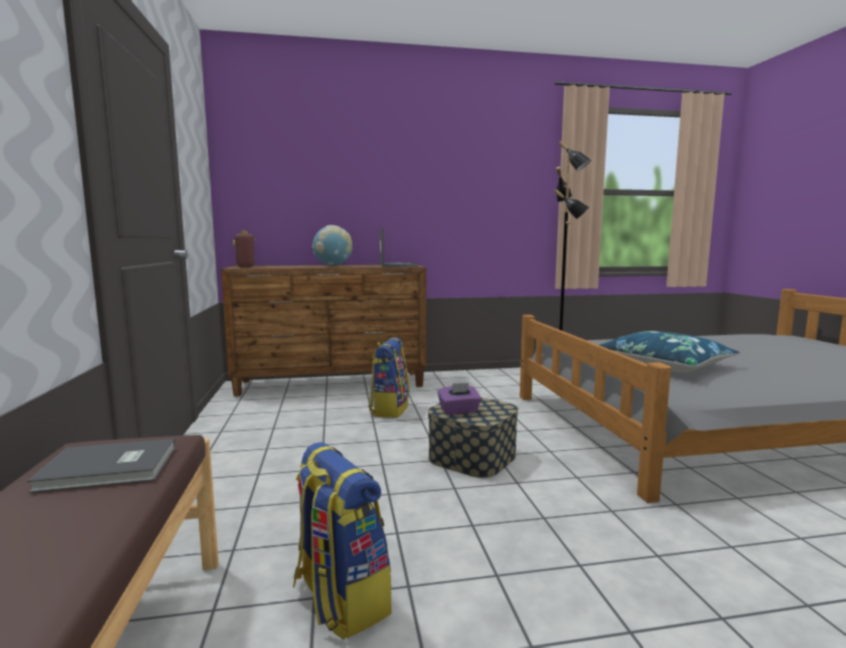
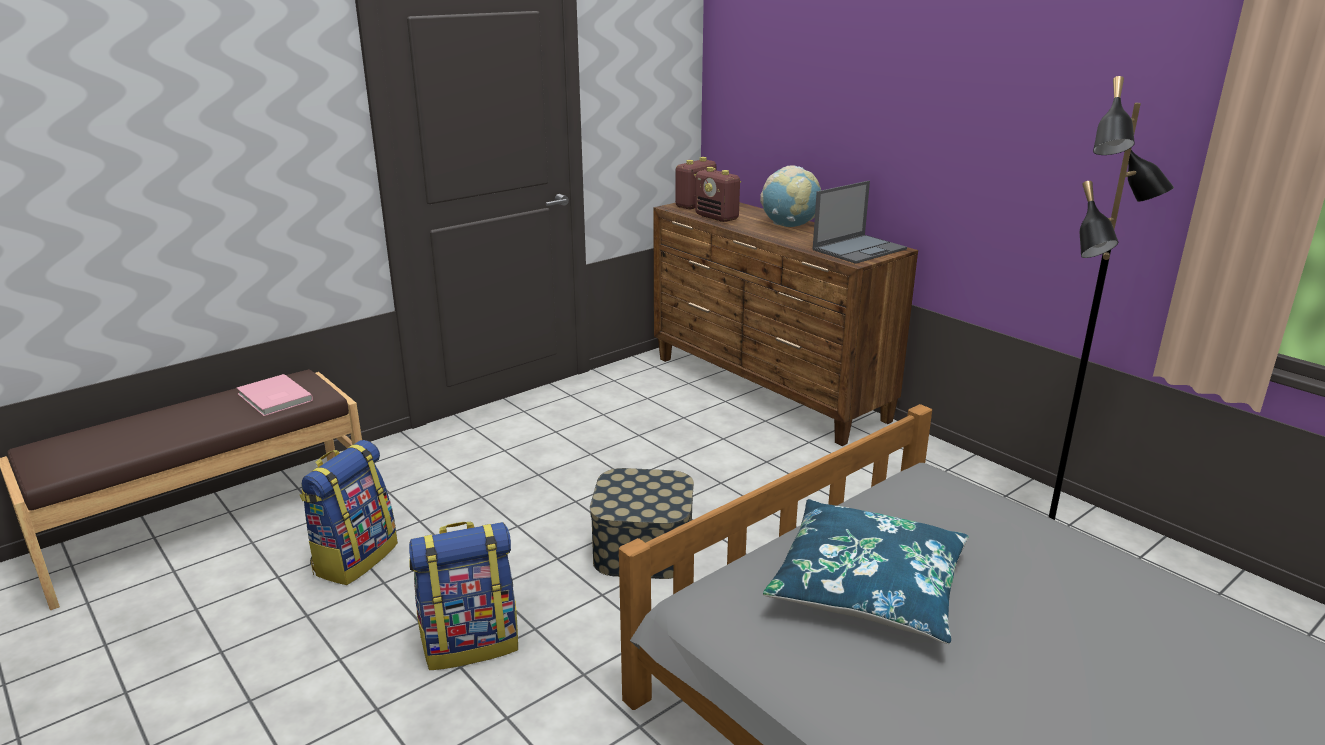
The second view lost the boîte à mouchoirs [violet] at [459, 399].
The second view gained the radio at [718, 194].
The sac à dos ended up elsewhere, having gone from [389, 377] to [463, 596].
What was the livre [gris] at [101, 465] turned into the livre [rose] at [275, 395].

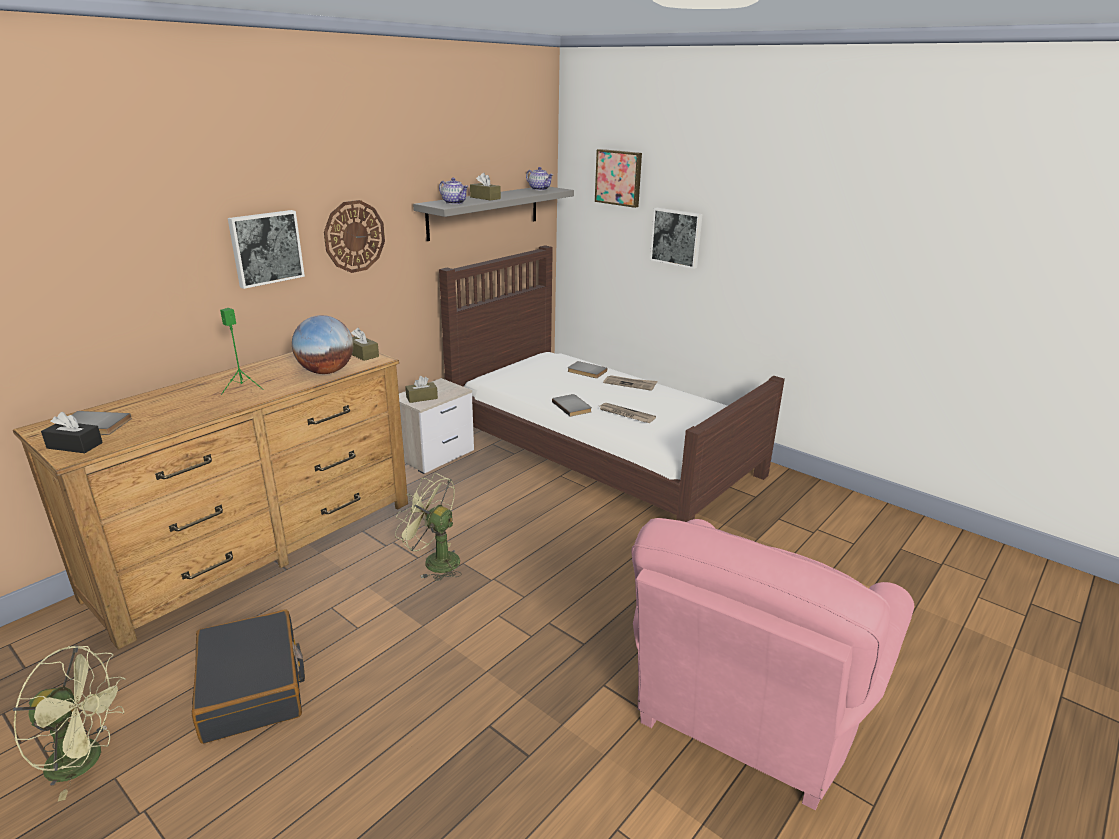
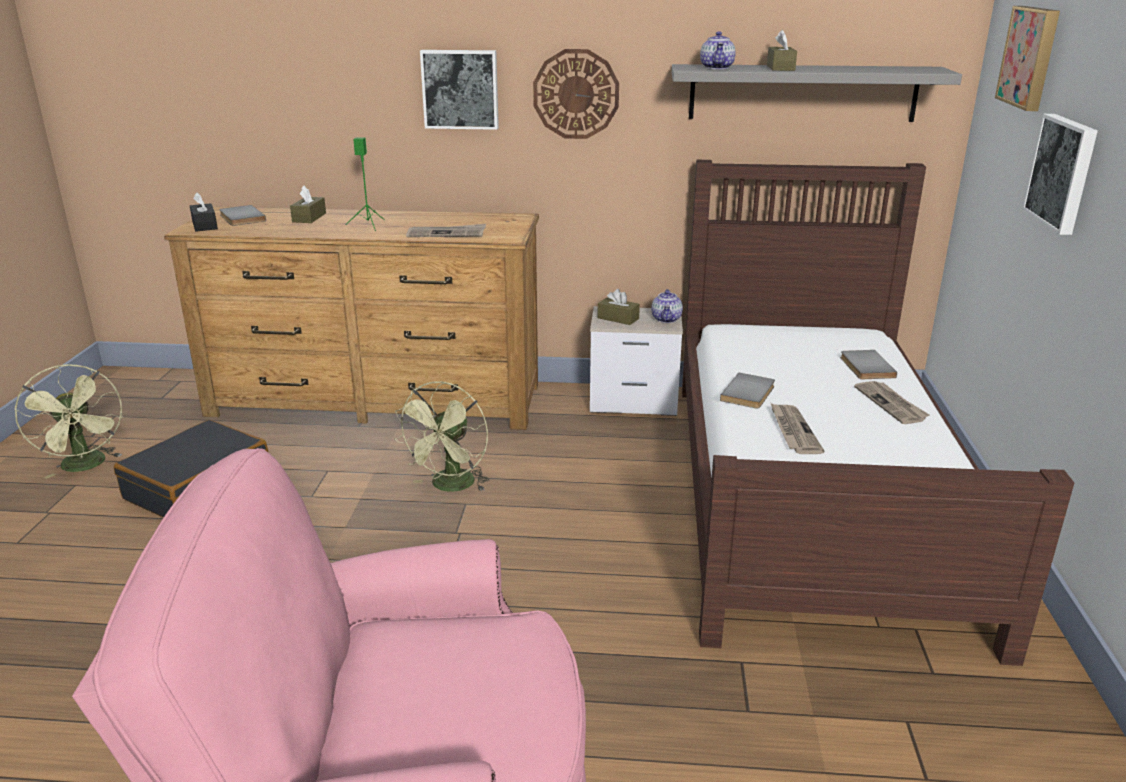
The boîte à mouchoirs [marron] ended up elsewhere, having gone from [365, 344] to [308, 204].
The théière ended up elsewhere, having gone from [540, 178] to [667, 306].
Where the globe stood at [322, 344], the journal came to stand at [446, 230].
The ventilateur [vert] at [428, 527] ended up facing another way, 150 degrees counterclockwise from before.

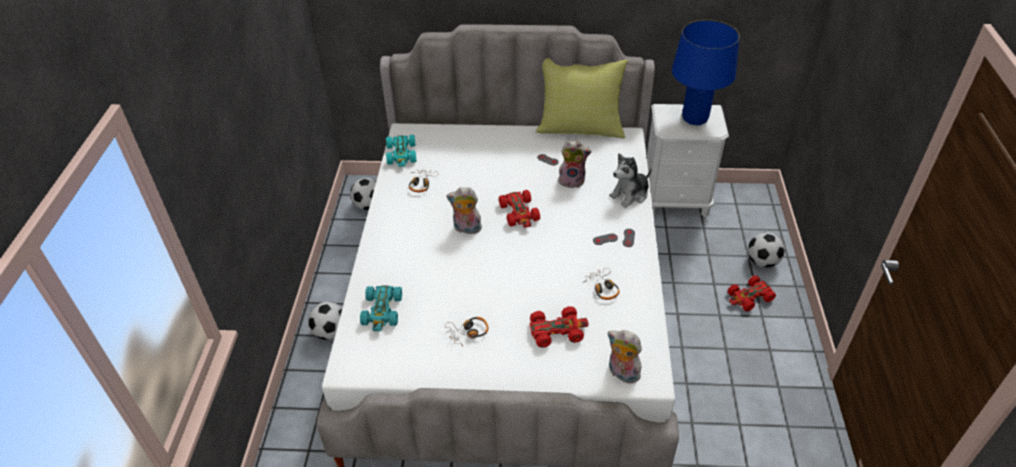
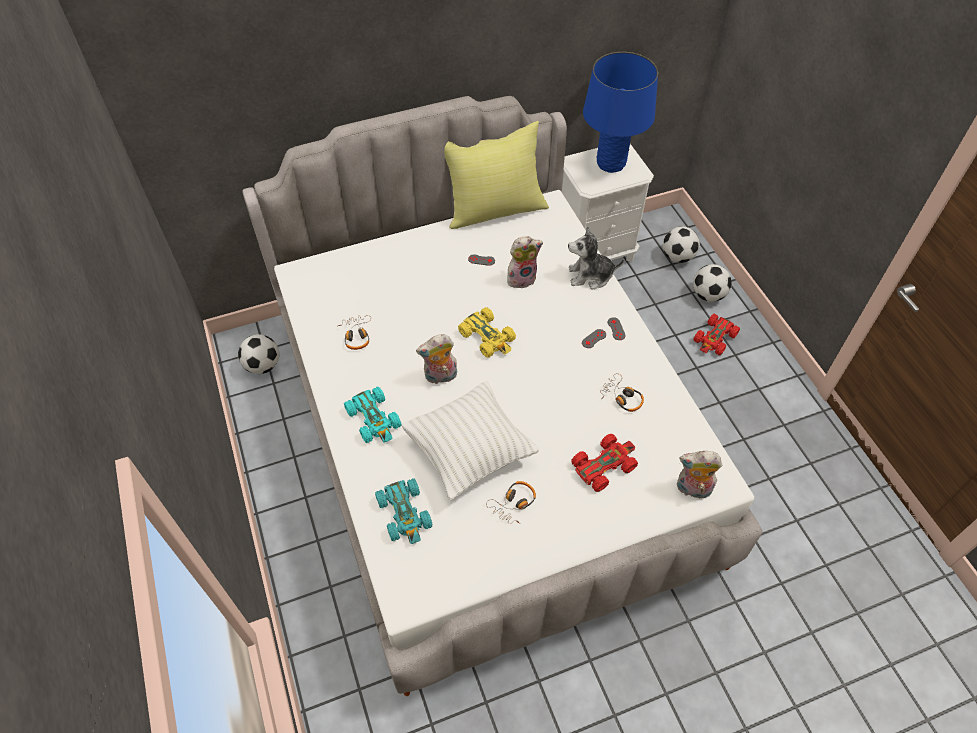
The second view gained the coussin [blanc] at [470, 441].
The ballon de foot ended up elsewhere, having gone from [325, 321] to [681, 245].
The petite voiture [turquoise] ended up elsewhere, having gone from [401, 150] to [372, 415].
What was the petite voiture [rouge] at [519, 209] turned into the petite voiture [jaune] at [487, 332].
The peluche at [630, 180] ended up facing another way, 60 degrees clockwise from before.

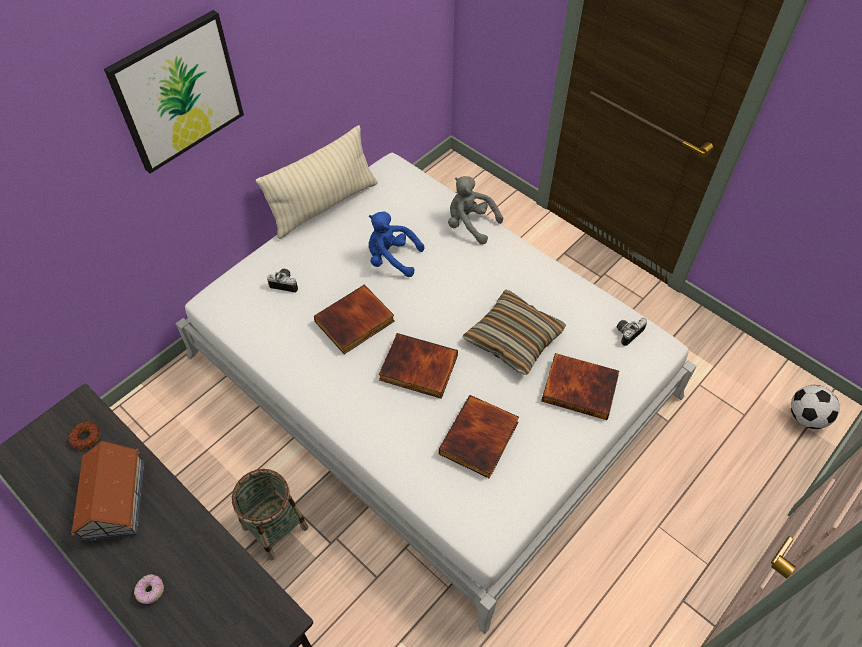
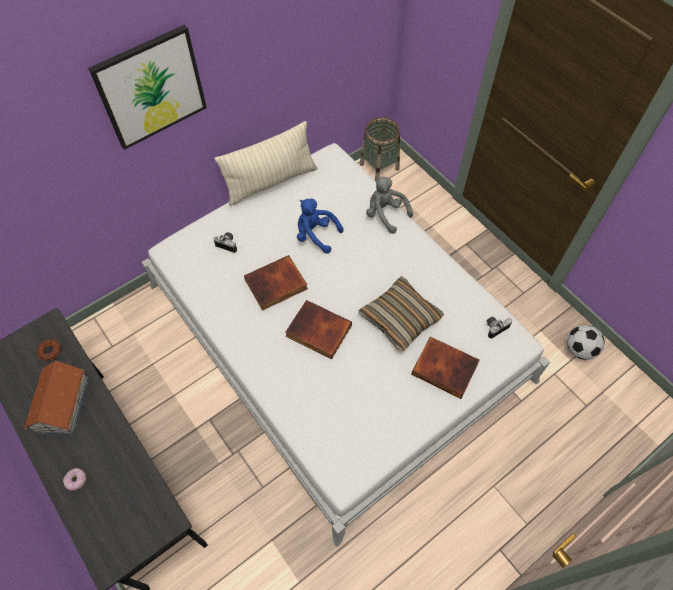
The second view lost the livre at [479, 437].
The panier ended up elsewhere, having gone from [269, 514] to [380, 149].
The ballon de foot ended up elsewhere, having gone from [815, 407] to [586, 342].

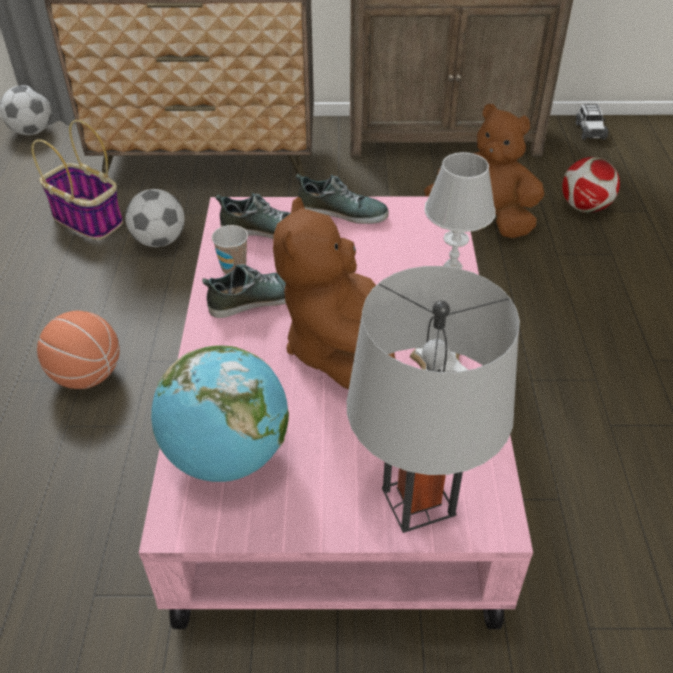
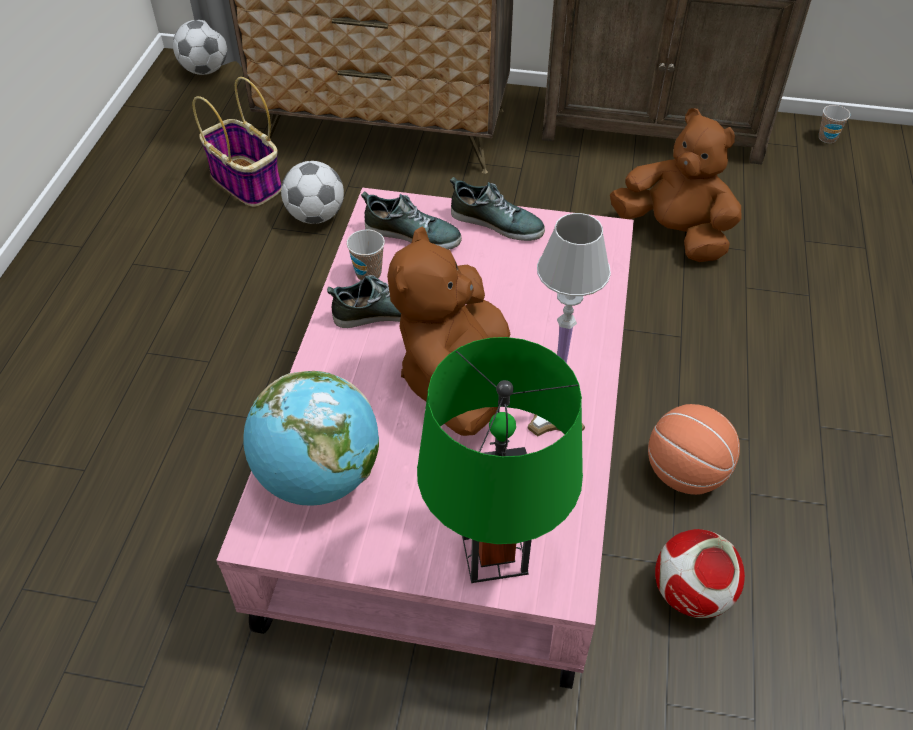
The ballon de basket ended up elsewhere, having gone from [78, 350] to [694, 449].
The ballon de foot ended up elsewhere, having gone from [591, 185] to [700, 573].
Where the petite voiture stood at [592, 122], the tasse came to stand at [834, 124].
What was the lampe de table [gris] at [433, 399] turned into the lampe de table [vert] at [500, 460].

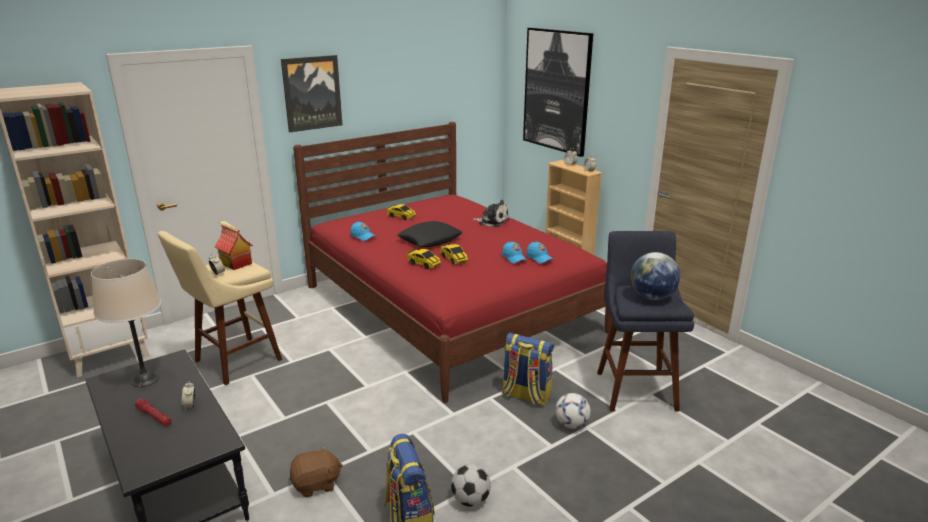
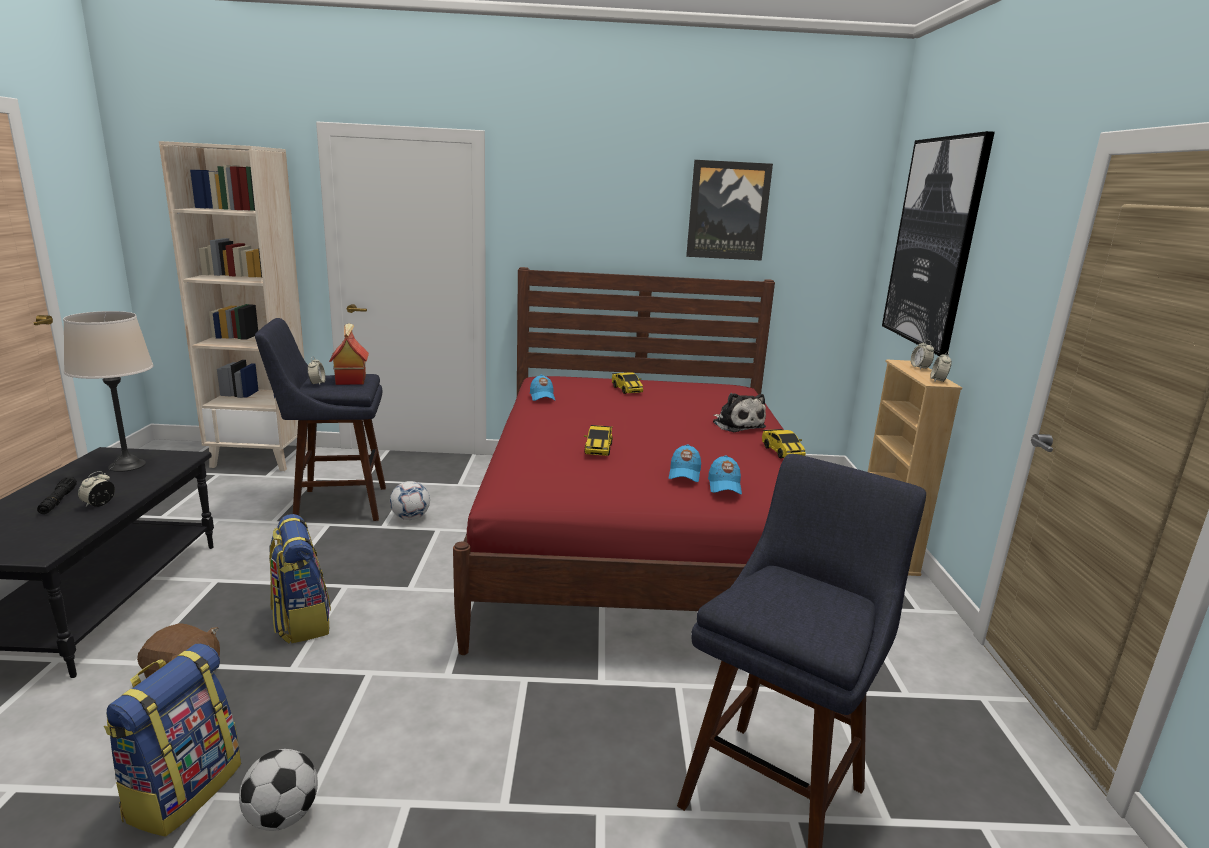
The second view lost the coussin [noir] at [430, 234].
The second view lost the globe at [655, 276].
The tableau ended up elsewhere, having gone from [311, 93] to [729, 210].
The petite voiture ended up elsewhere, having gone from [424, 259] to [784, 443].
The sac à dos ended up elsewhere, having gone from [528, 369] to [300, 578].
The ballon de foot ended up elsewhere, having gone from [573, 411] to [410, 500].
What was the lampe de poche [rouge] at [153, 412] turned into the lampe de poche [noir] at [57, 495].
What was the tabouret [beige] at [220, 308] turned into the tabouret [bleu] at [320, 419].

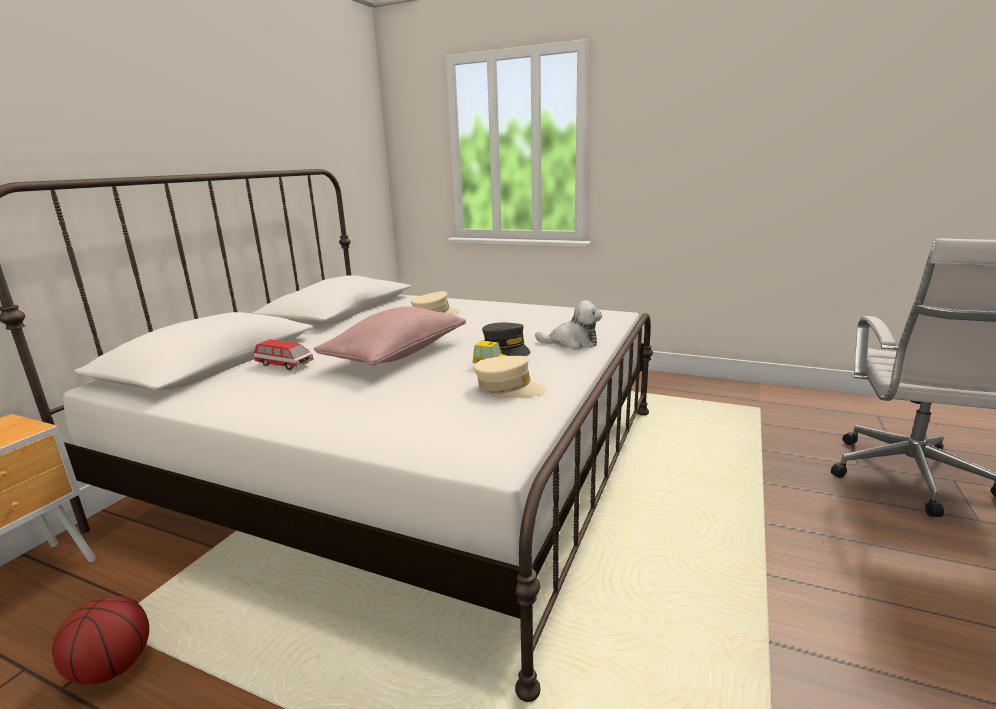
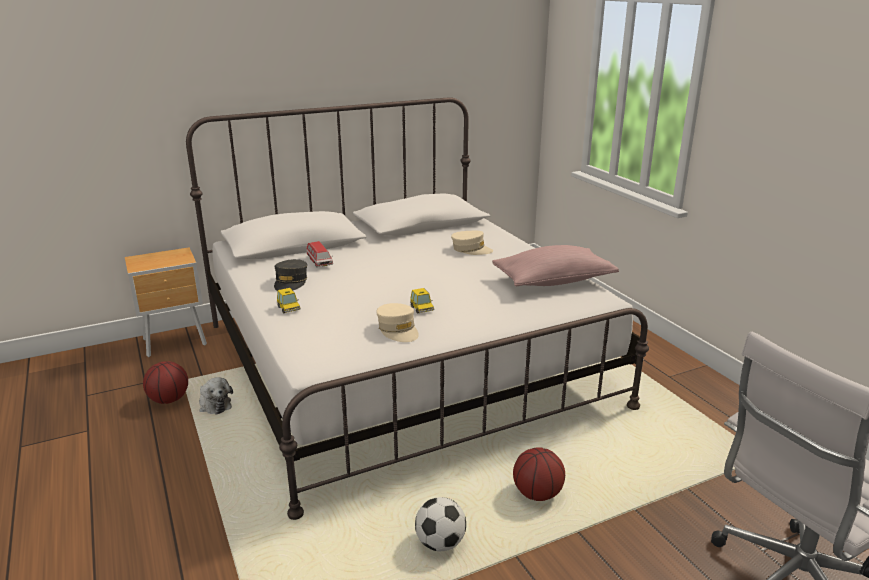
The second view gained the petite voiture at [289, 300].
The second view gained the ballon de foot at [440, 524].
The second view gained the ballon de basket at [539, 474].
The coussin [rose] ended up elsewhere, having gone from [390, 336] to [555, 265].
The casquette [gris] ended up elsewhere, having gone from [506, 339] to [290, 275].
The peluche ended up elsewhere, having gone from [568, 325] to [216, 396].

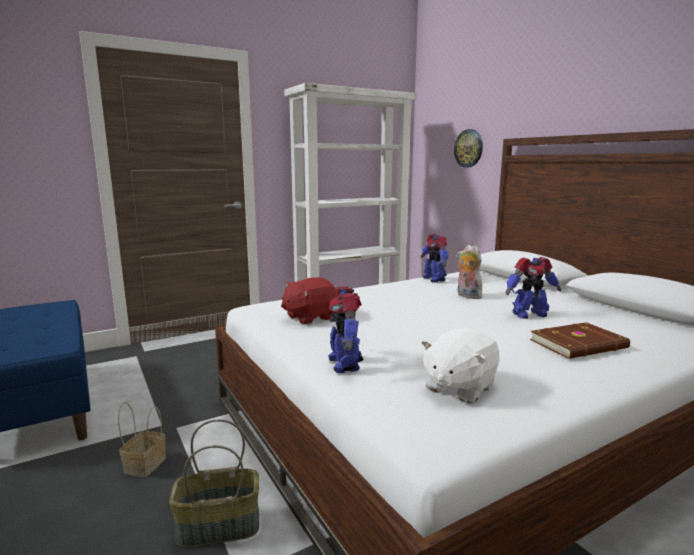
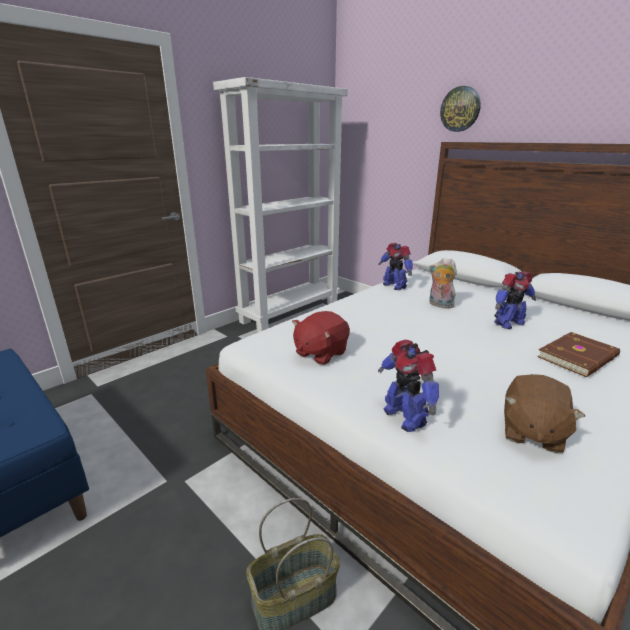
The second view lost the panier at [142, 440].
The horloge murale ended up elsewhere, having gone from [468, 148] to [460, 109].
What was the peluche [blanc] at [460, 365] turned into the peluche [marron] at [544, 413].

